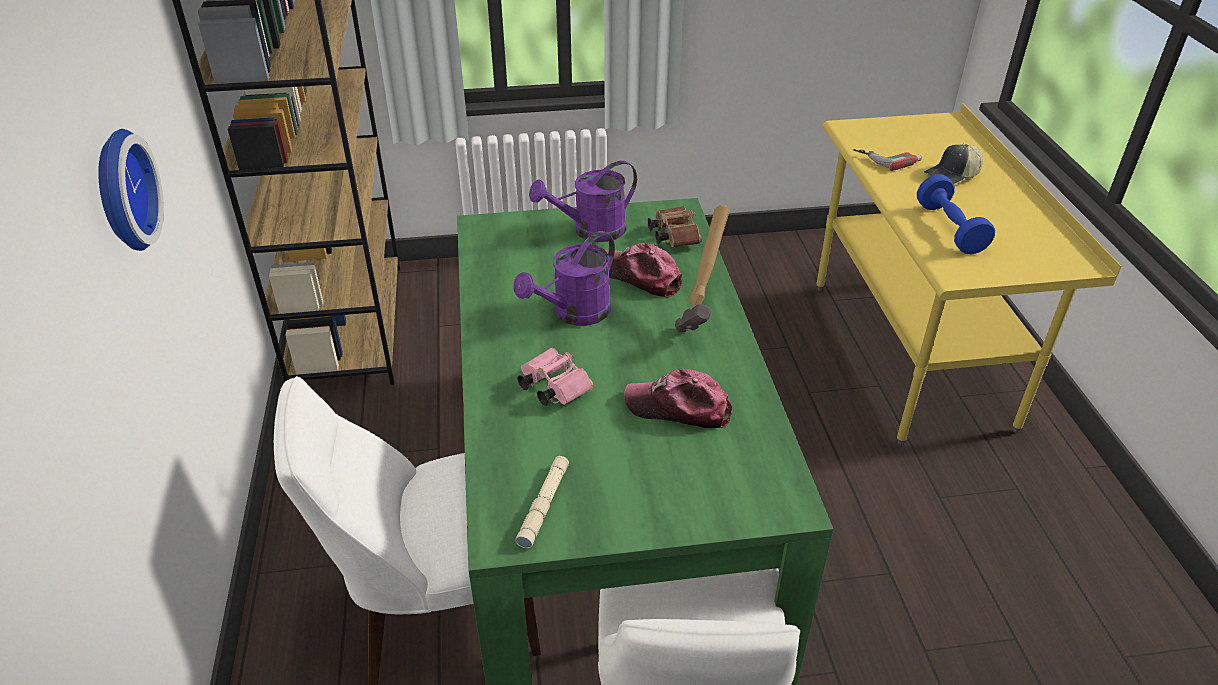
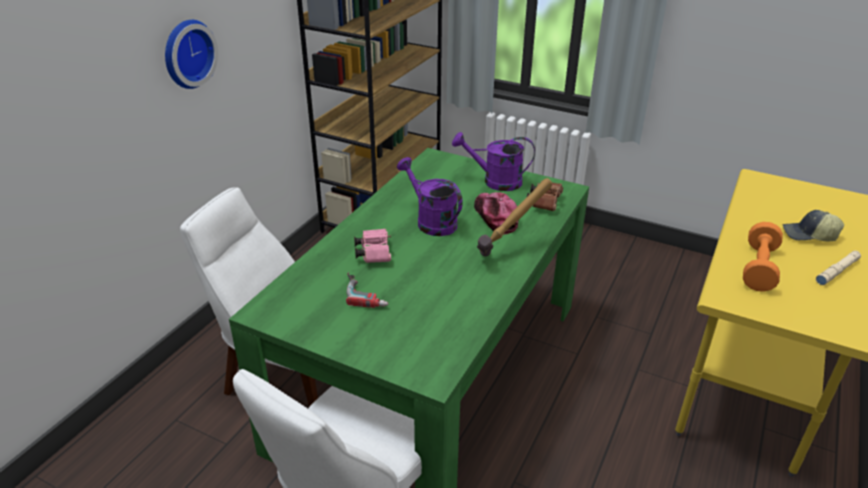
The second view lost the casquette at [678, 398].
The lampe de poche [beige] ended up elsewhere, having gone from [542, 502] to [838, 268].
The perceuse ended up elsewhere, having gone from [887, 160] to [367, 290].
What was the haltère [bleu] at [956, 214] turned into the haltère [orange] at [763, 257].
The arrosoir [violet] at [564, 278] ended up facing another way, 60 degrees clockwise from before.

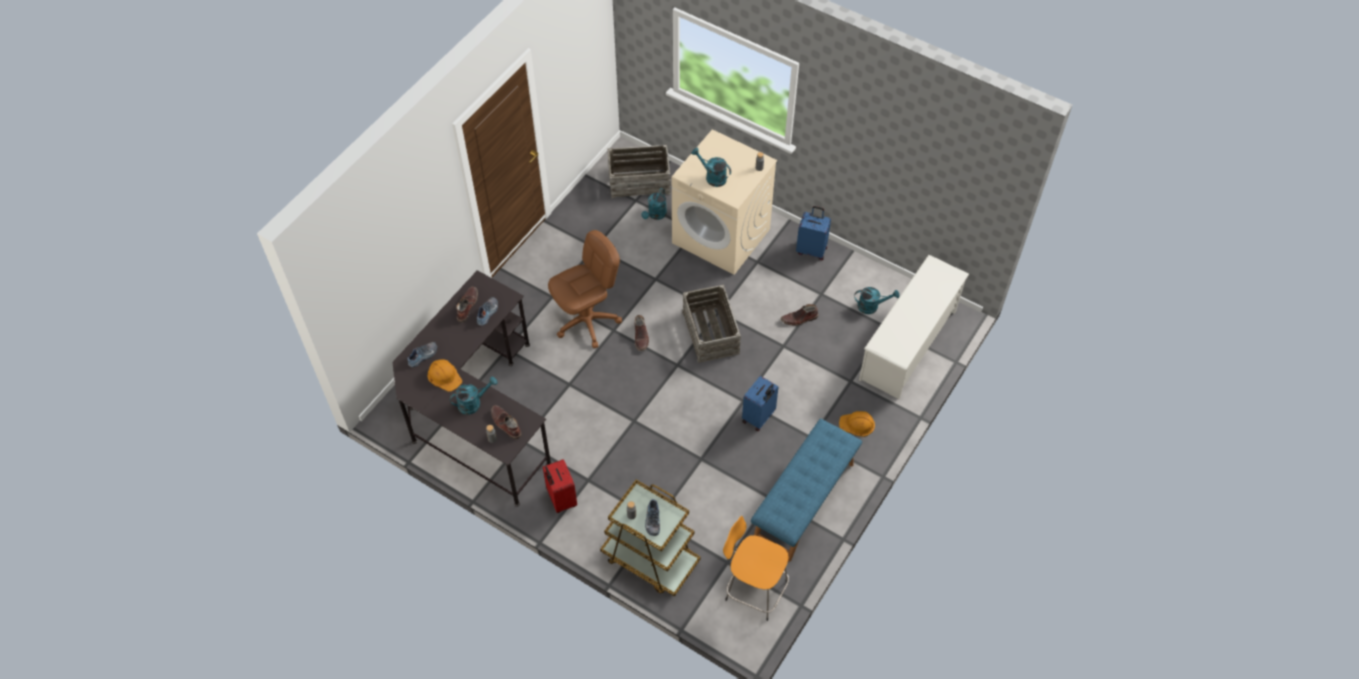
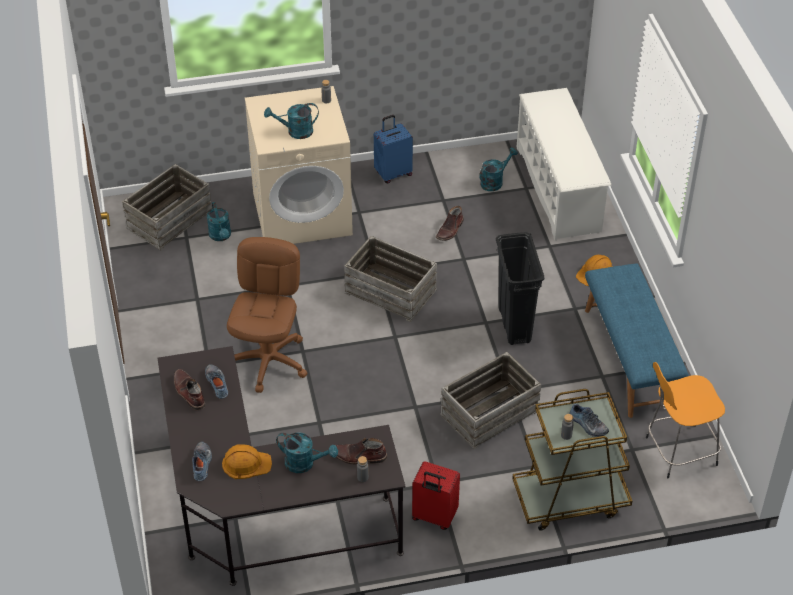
The second view lost the botte [marron] at [642, 333].
The second view gained the caisse at [490, 400].
Where the valise [bleu] stood at [760, 404], the poubelle [noir] came to stand at [520, 288].
The arrosoir [turquoise] at [473, 395] ended up facing another way, 90 degrees clockwise from before.

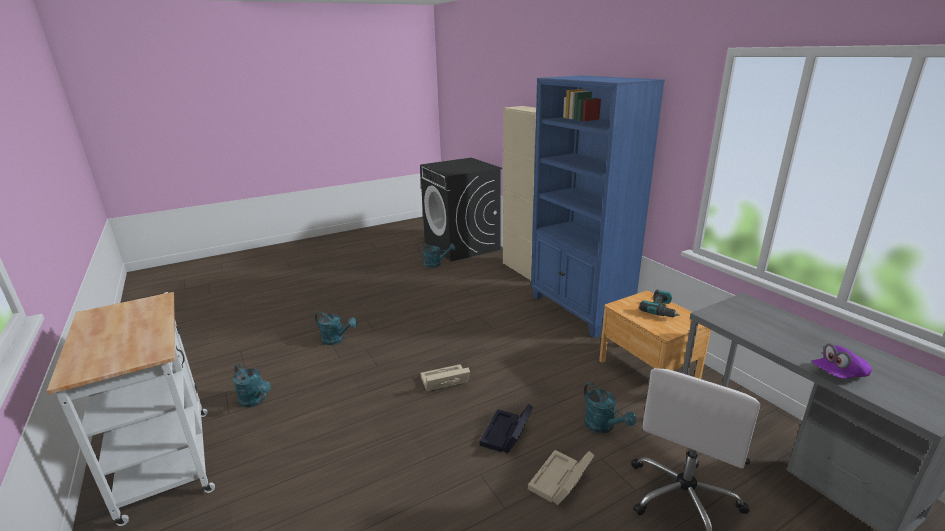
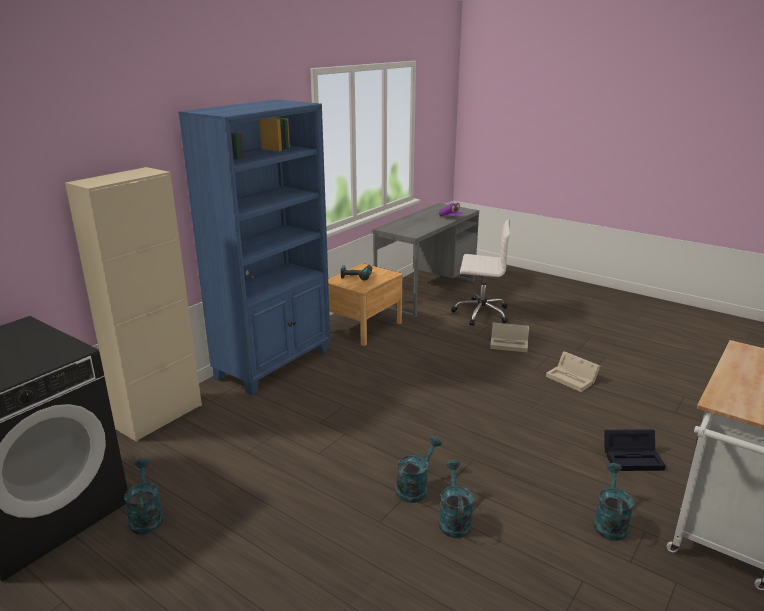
The boîte de rangement [beige] ended up elsewhere, having gone from [445, 377] to [573, 371].
The boîte de rangement [noir] ended up elsewhere, having gone from [506, 429] to [635, 450].
The arrosoir [turquoise] ended up elsewhere, having gone from [610, 407] to [419, 469].

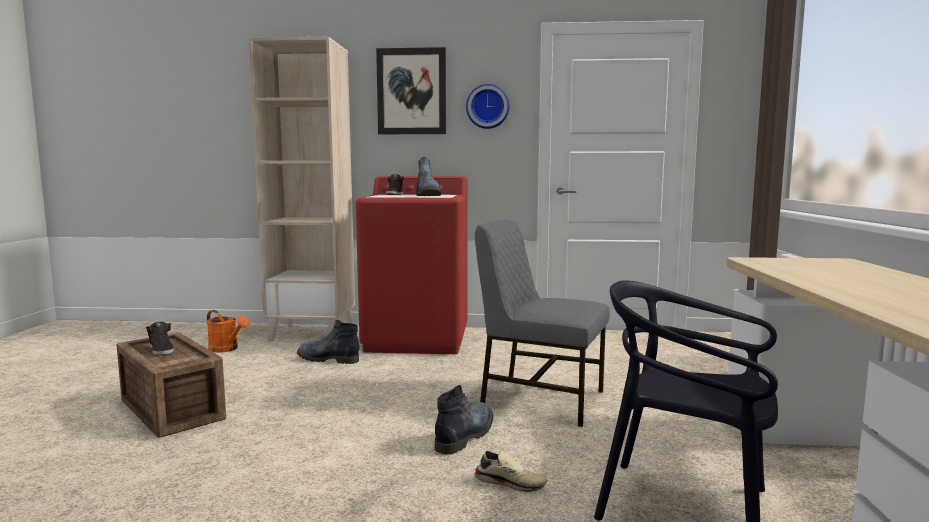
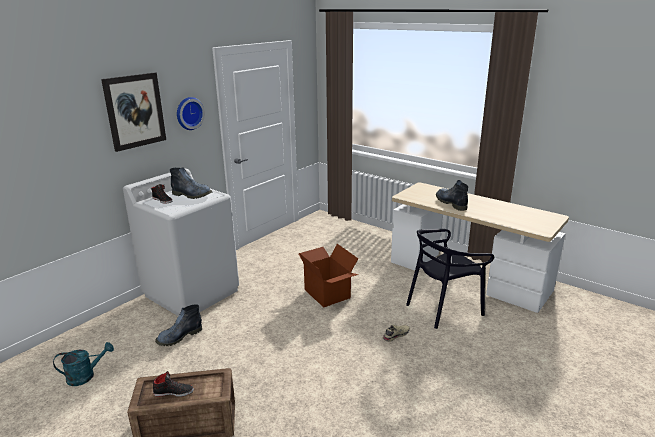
The second view lost the bibliothèque [beige] at [302, 189].
The botte ended up elsewhere, having gone from [464, 420] to [452, 195].
Where the chaise [gris] stood at [542, 323], the carton came to stand at [328, 275].
What was the arrosoir [orange] at [228, 331] turned into the arrosoir [turquoise] at [83, 364].
What was the lave-linge [rouge] at [411, 265] turned into the lave-linge [blanc] at [181, 242].

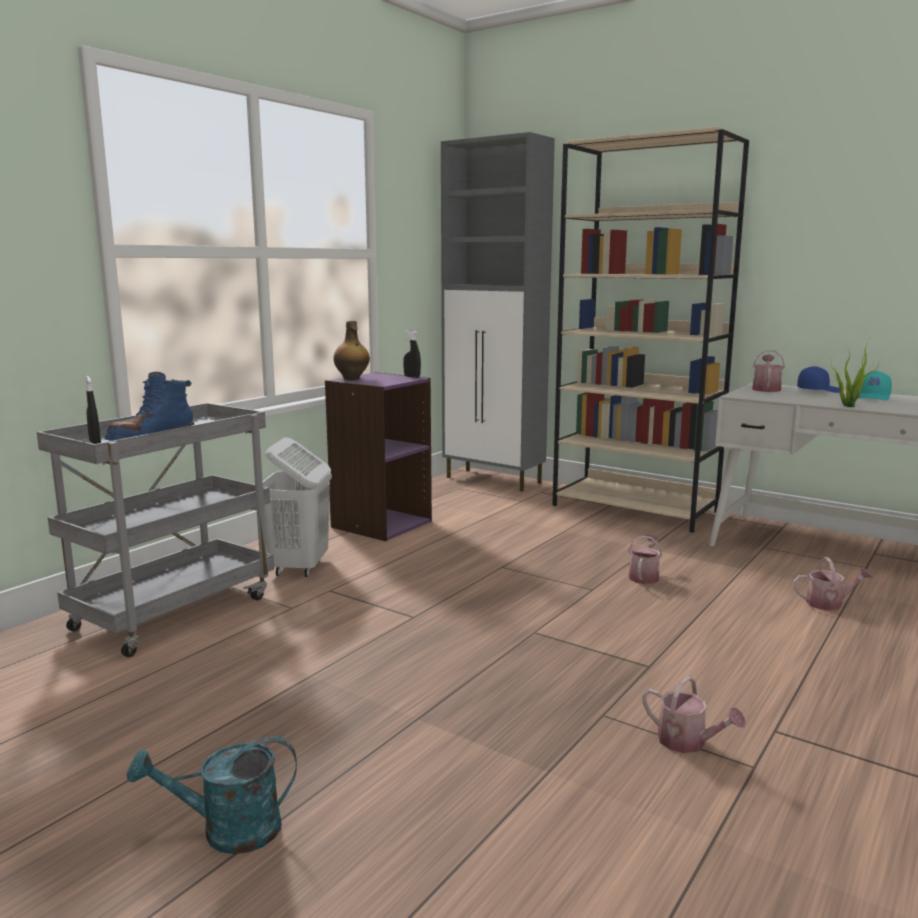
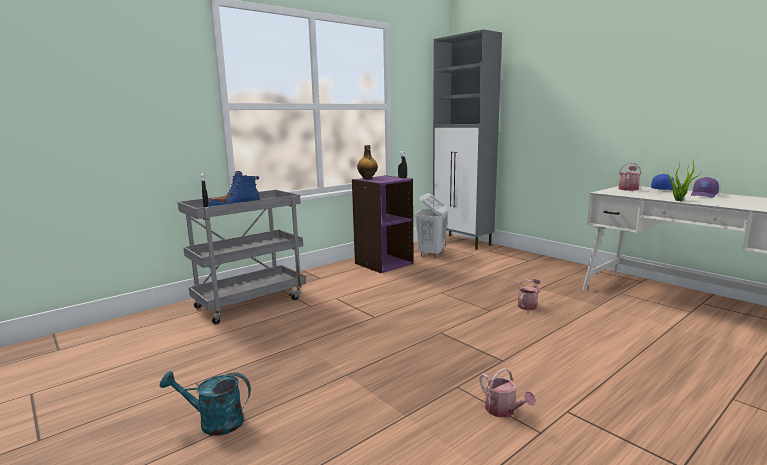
The second view lost the bibliothèque [beige] at [650, 330].
The second view lost the arrosoir at [833, 584].
The panier à linge [blanc] ended up elsewhere, having gone from [297, 507] to [431, 225].
What was the casquette [turquoise] at [875, 386] turned into the casquette [violet] at [705, 187].

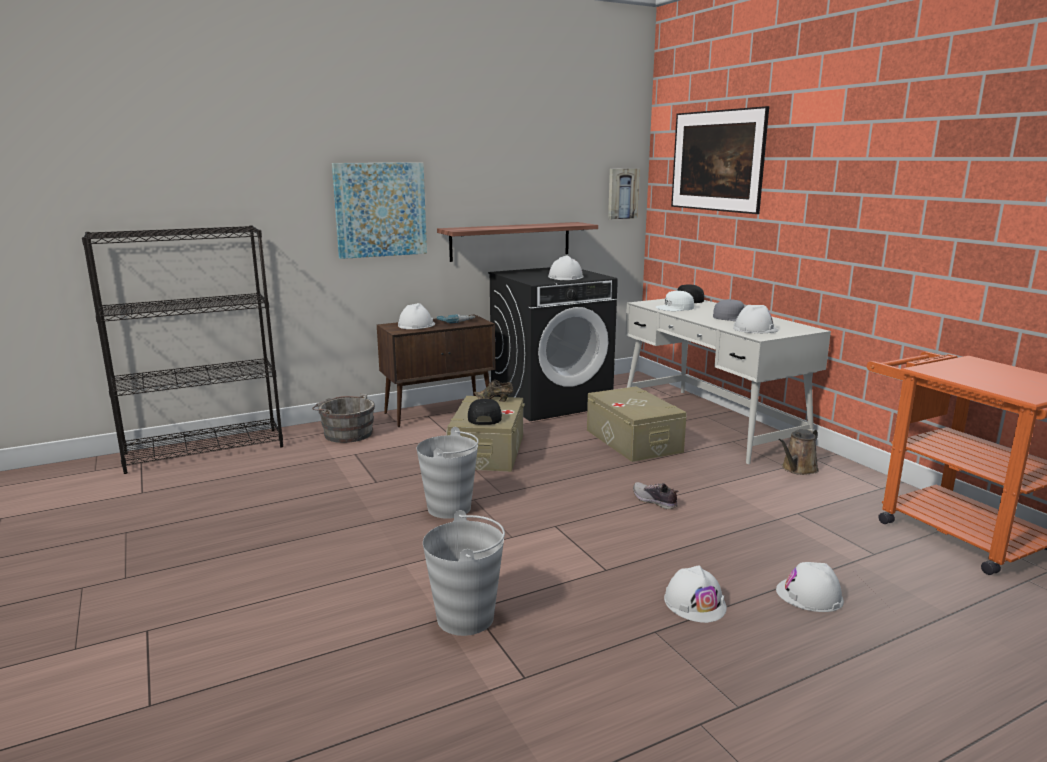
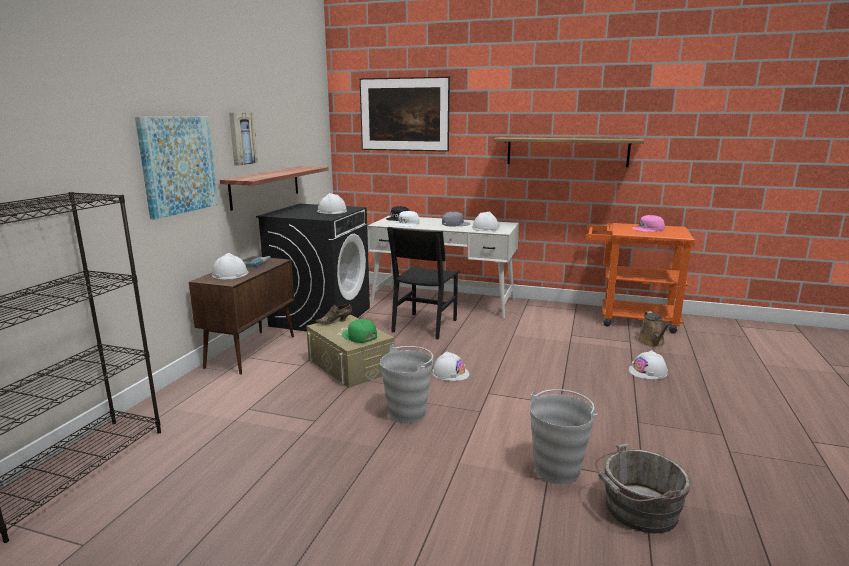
The second view lost the chaussure at [656, 495].
The second view gained the étagère at [568, 152].
The second view gained the casquette [rose] at [648, 223].
The seau [gris] ended up elsewhere, having gone from [343, 418] to [643, 488].
The tableau ended up elsewhere, having gone from [623, 194] to [243, 139].
The casque de chantier [blanc] ended up elsewhere, having gone from [695, 594] to [450, 366].
The arrosoir [marron] ended up elsewhere, having gone from [799, 452] to [653, 329].
Where the boîte de rangement [beige] stood at [637, 424], the chaise [noir] came to stand at [423, 283].
What was the casquette [noir] at [485, 412] turned into the casquette [vert] at [359, 331].

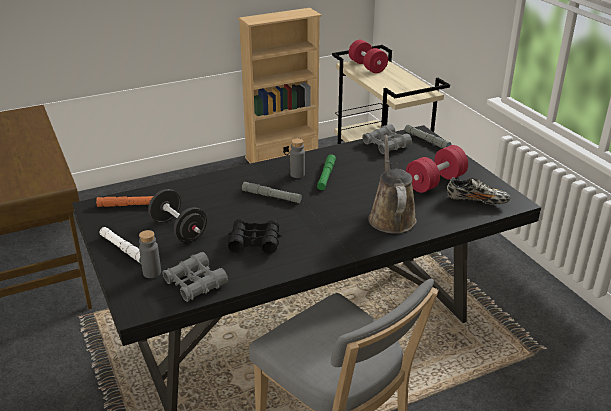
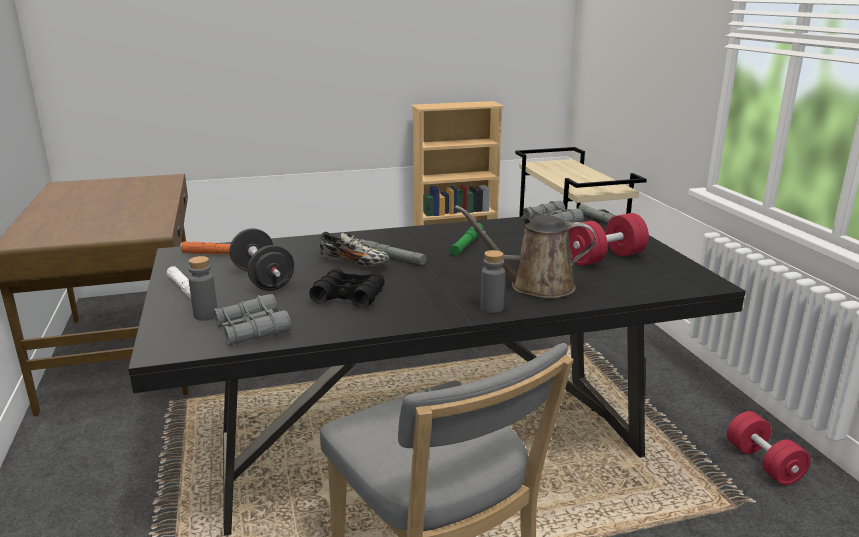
The bouteille [gris] ended up elsewhere, having gone from [297, 158] to [493, 281].
The haltère [rouge] ended up elsewhere, having gone from [368, 56] to [769, 448].
The chaussure ended up elsewhere, having gone from [478, 191] to [354, 248].
The arrosoir [marron] at [392, 184] ended up facing another way, 90 degrees counterclockwise from before.

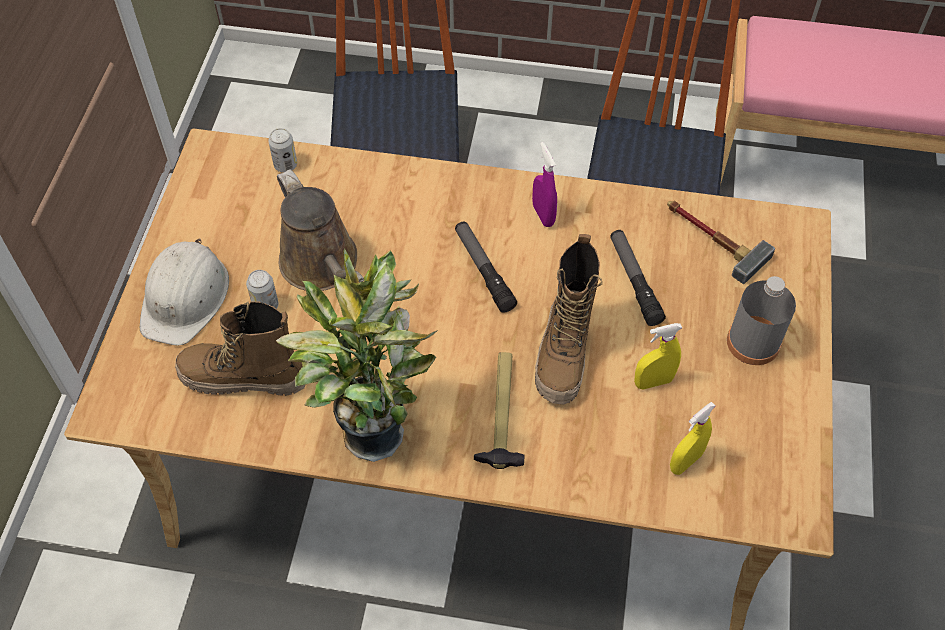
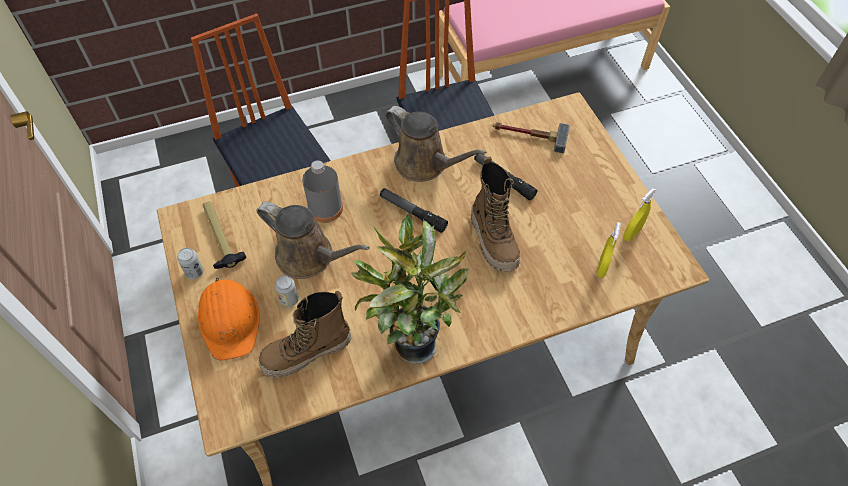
The boîte métallique ended up elsewhere, having gone from [282, 150] to [190, 263].
The marteau ended up elsewhere, having gone from [499, 410] to [224, 235].
The vaporisateur [jaune] ended up elsewhere, having gone from [658, 356] to [639, 214].
The bouteille [gris] ended up elsewhere, having gone from [761, 320] to [322, 192].
Where the vaporisateur [violet] stood at [544, 184], the arrosoir [marron] came to stand at [435, 144].
What was the casque de chantier [blanc] at [184, 292] turned into the casque de chantier [orange] at [229, 319].

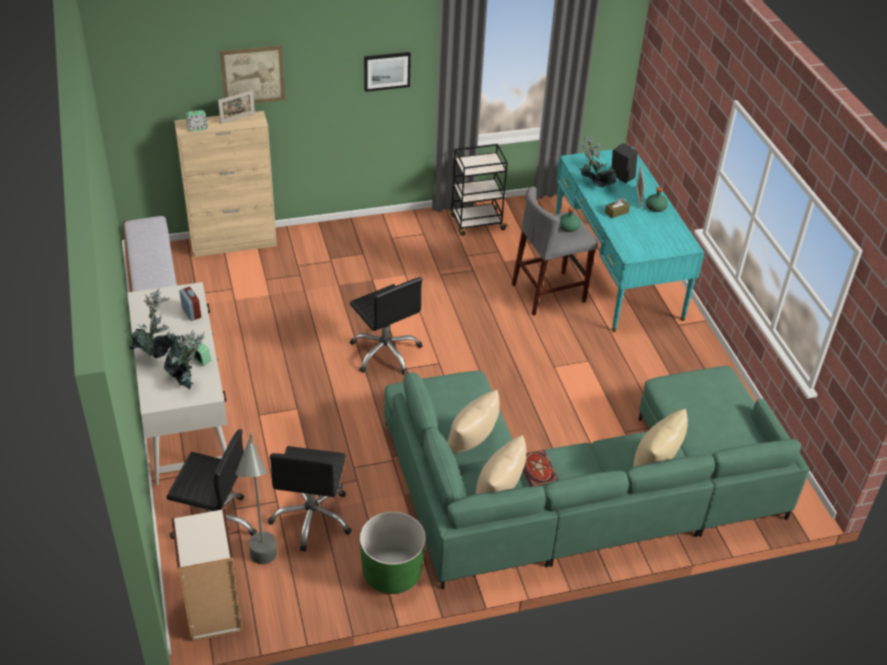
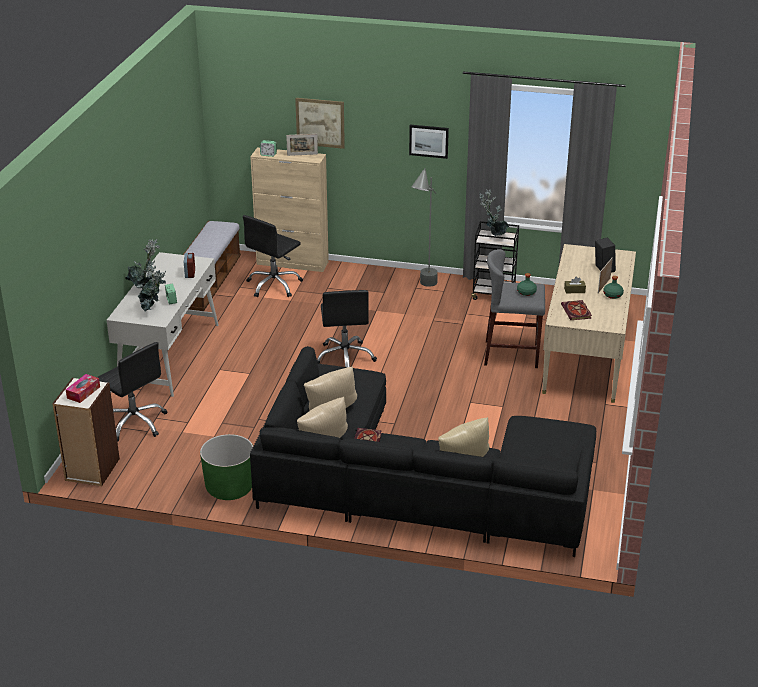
The second view gained the boîte à mouchoirs at [83, 388].
The second view gained the livre at [576, 310].
The lampadaire [gris] ended up elsewhere, having gone from [256, 498] to [424, 227].
The chaise de bureau [noir] ended up elsewhere, having gone from [310, 499] to [273, 256].
The plante en pot ended up elsewhere, having gone from [598, 161] to [494, 212].
What was the canapé [vert] at [597, 477] turned into the canapé [noir] at [423, 451].
What was the bureau [turquoise] at [630, 239] turned into the bureau [beige] at [589, 323].

